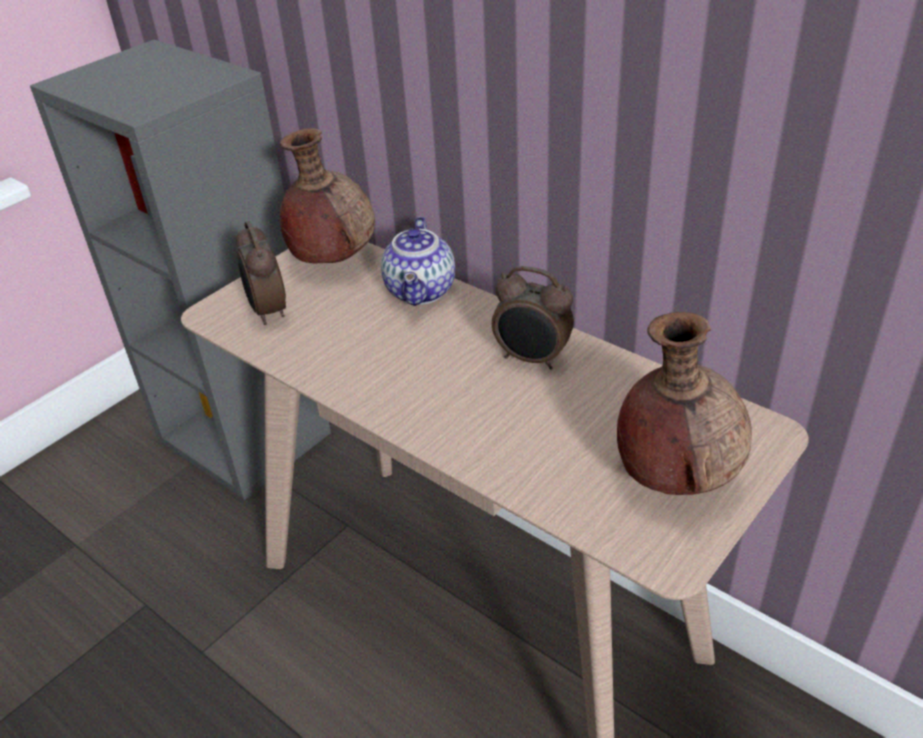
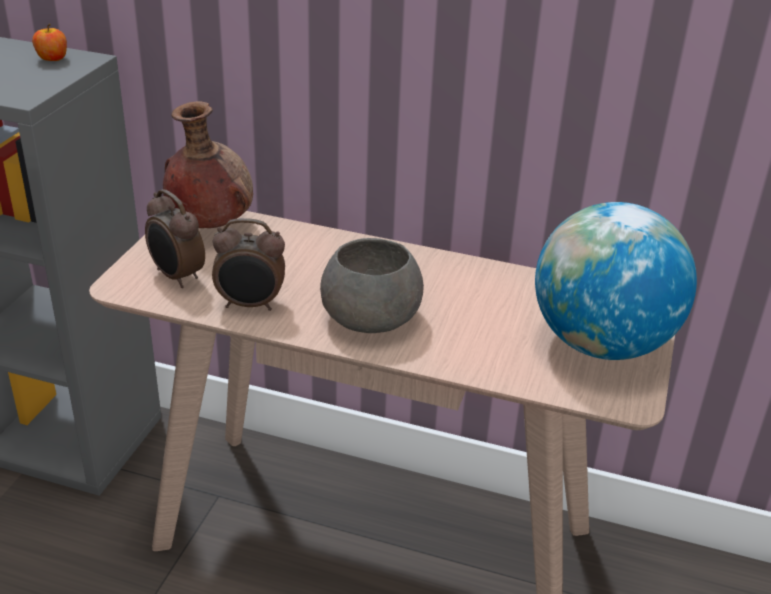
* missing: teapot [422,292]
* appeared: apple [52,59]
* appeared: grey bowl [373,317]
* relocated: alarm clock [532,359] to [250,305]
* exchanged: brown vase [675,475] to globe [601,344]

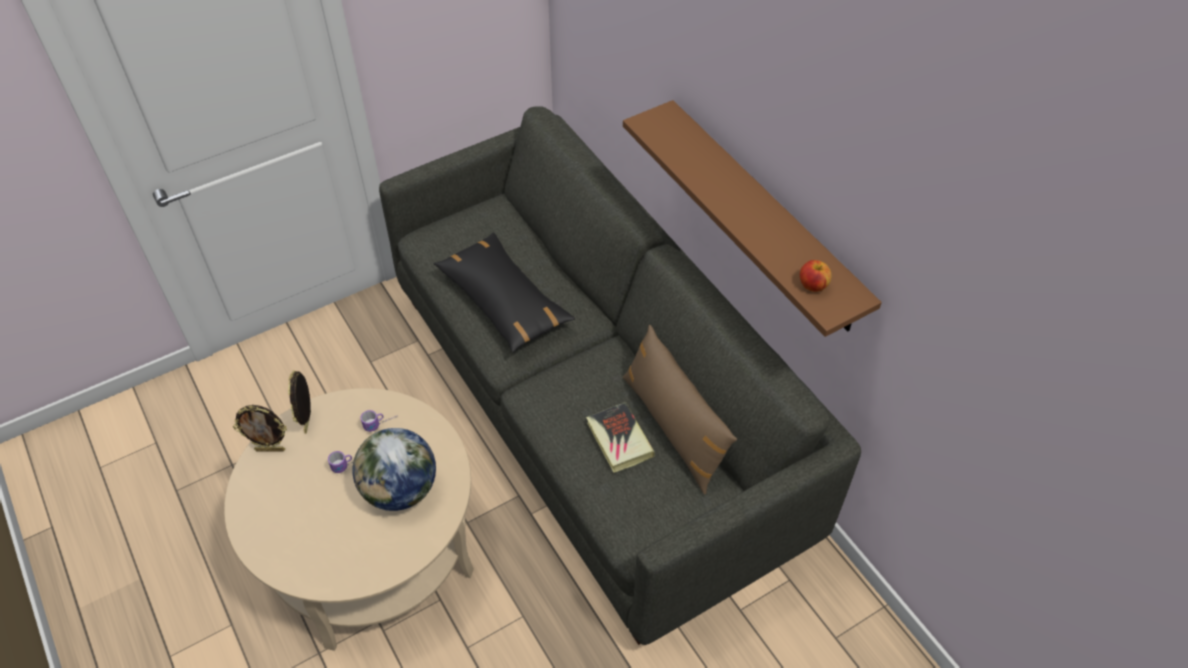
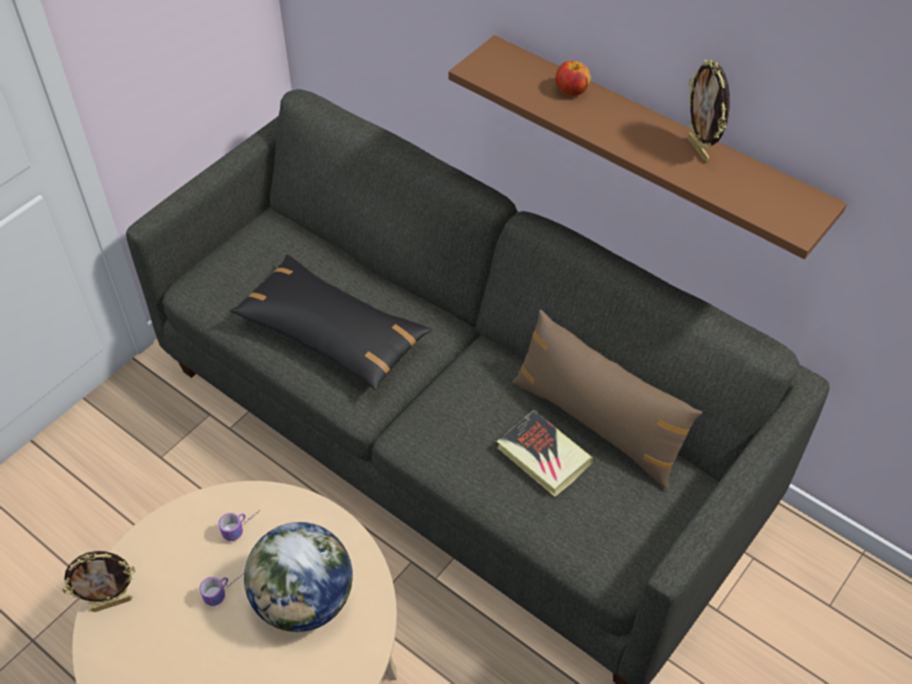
* relocated: picture frame [309,422] to [699,150]
* relocated: apple [812,285] to [571,91]

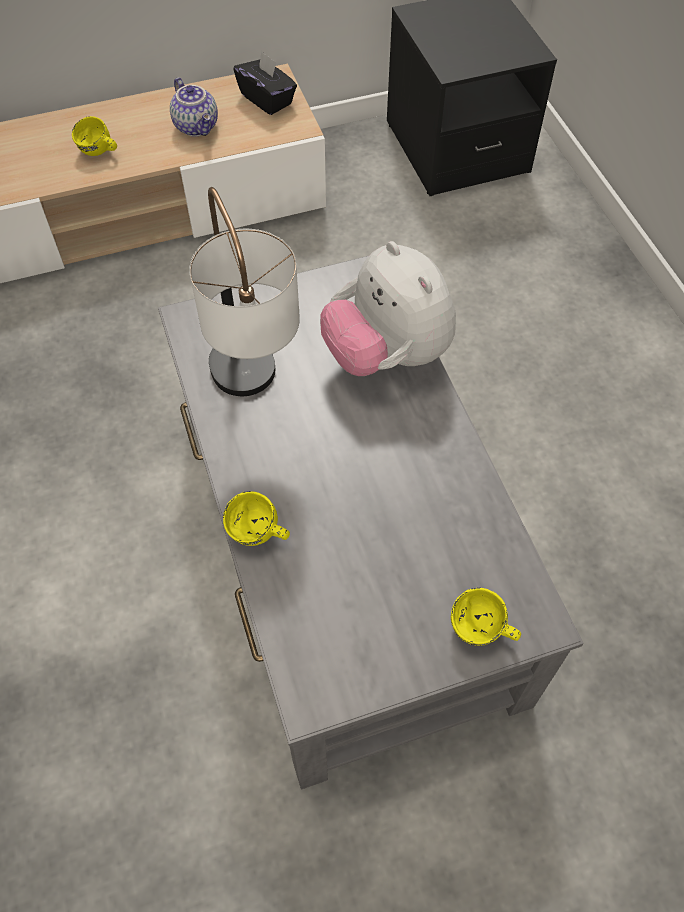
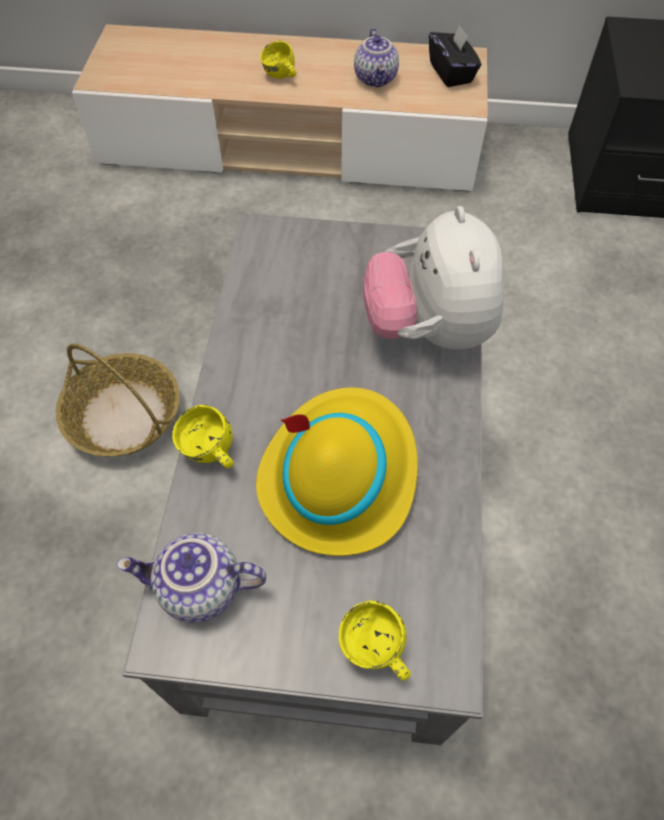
* missing: table lamp [253,395]
* appeared: basket [125,415]
* appeared: teapot [199,589]
* appeared: yellow hat [339,475]

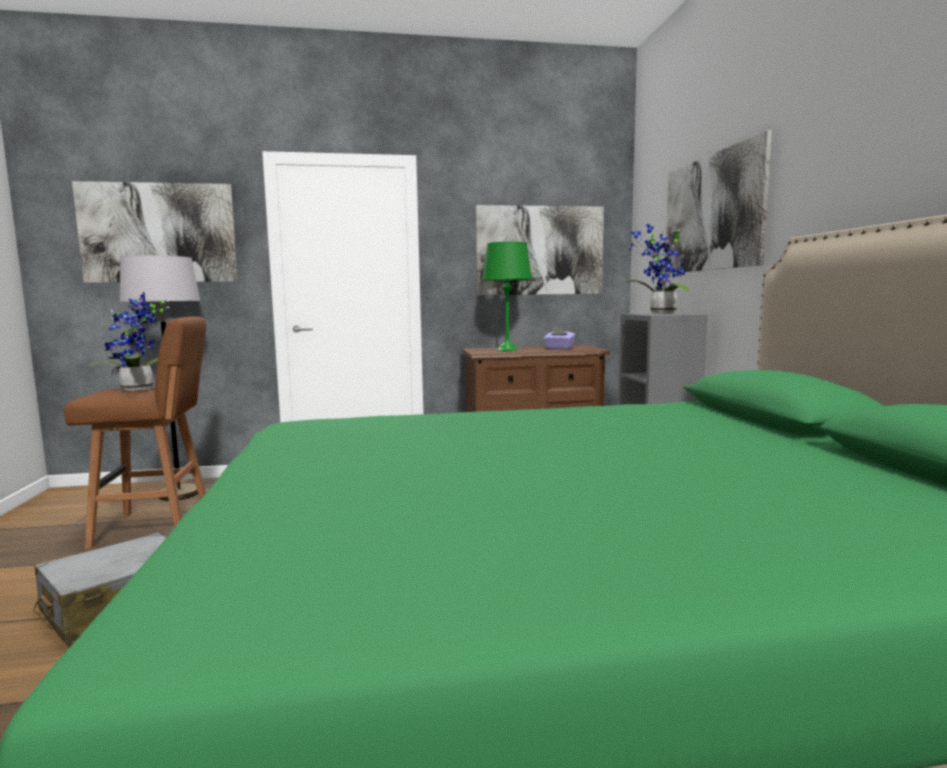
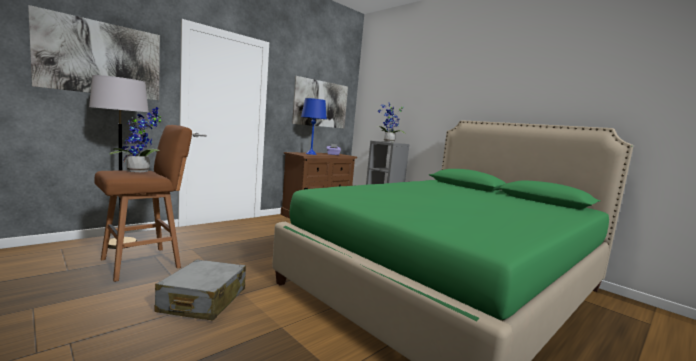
* missing: picture [711,213]
* colour: green table lamp [506,349] to blue table lamp [311,154]

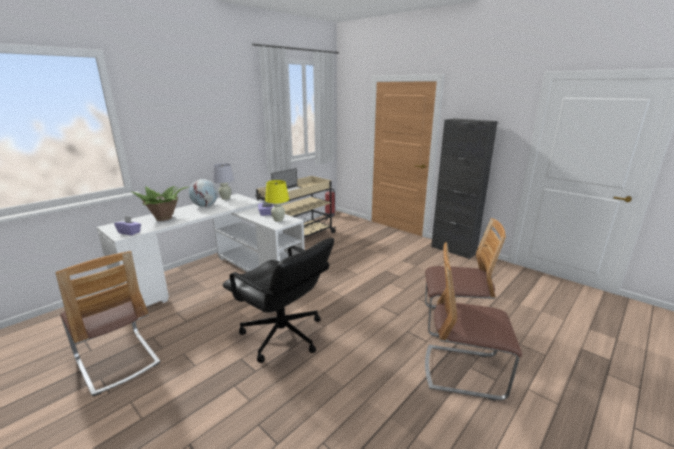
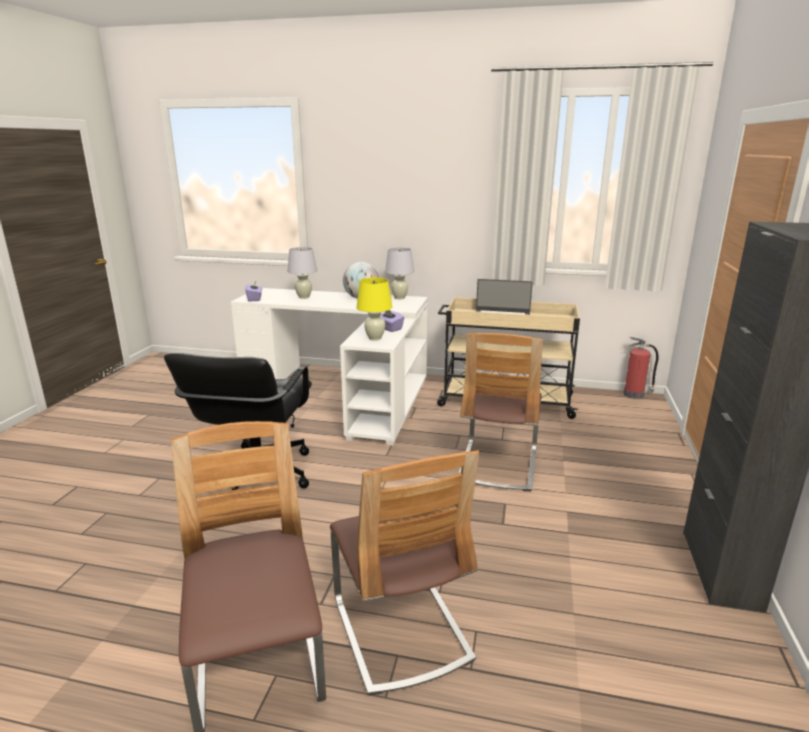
* relocated: chair [117,361] to [498,465]
* exchanged: potted plant [164,218] to white table lamp [304,297]

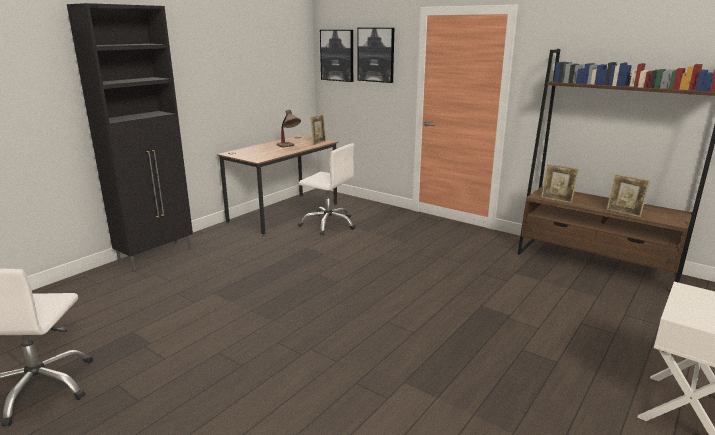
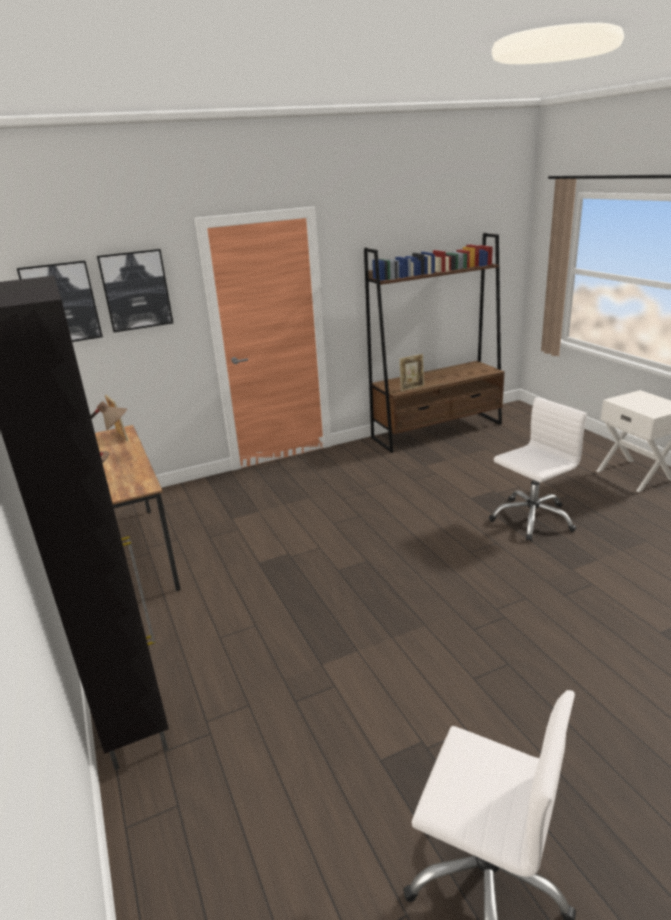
* missing: picture frame [624,213]
* relocated: white office chair [328,224] to [532,518]

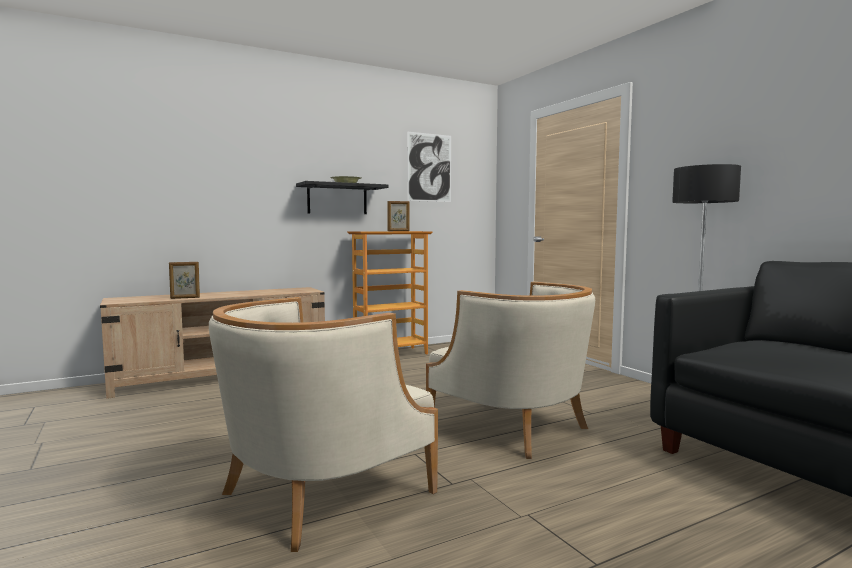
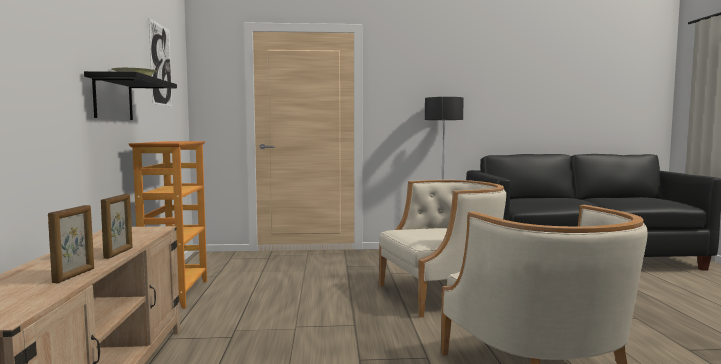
* relocated: picture frame [398,231] to [119,253]

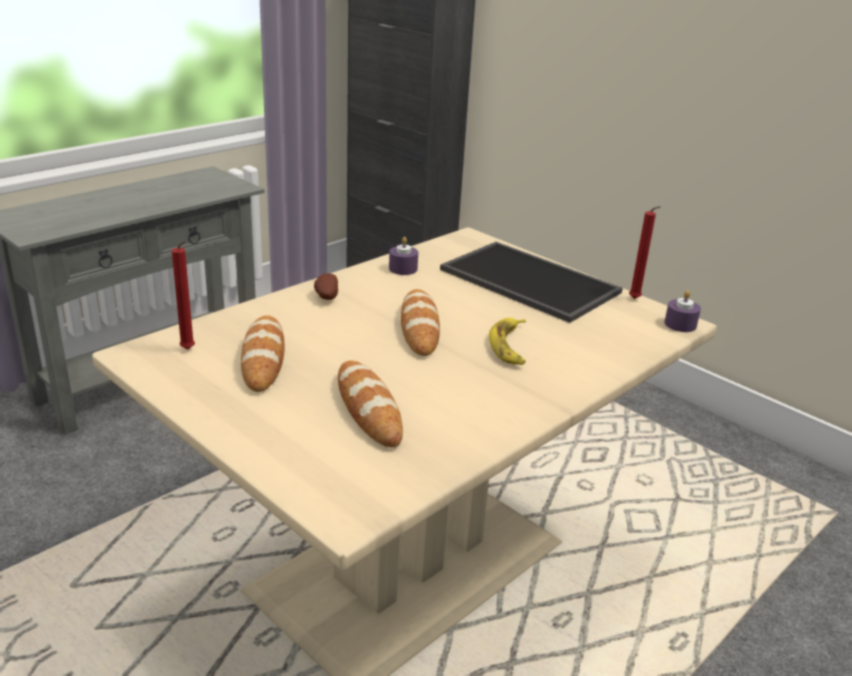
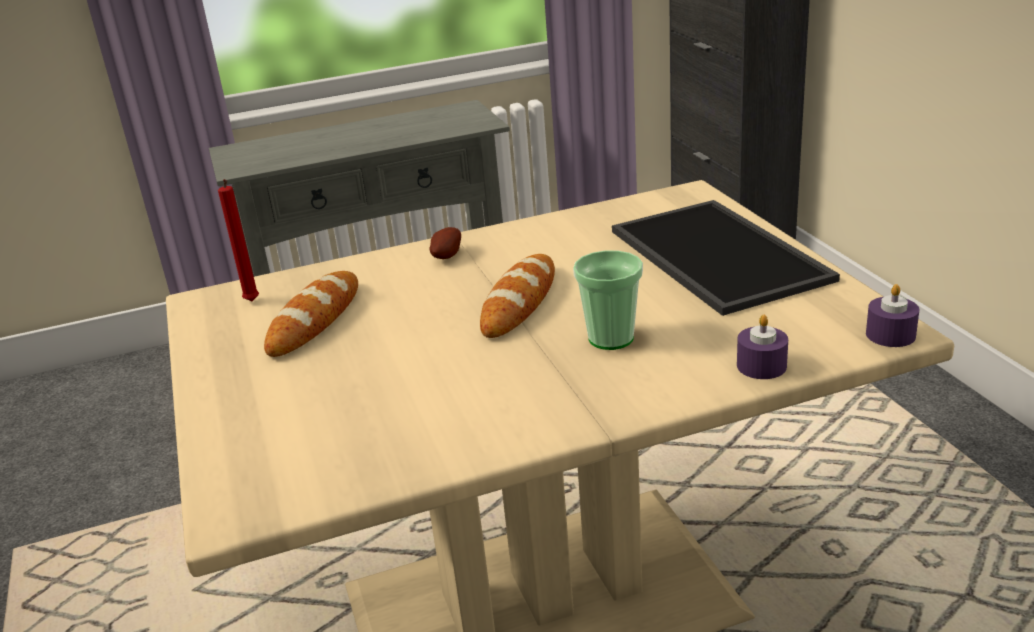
* missing: bread [368,408]
* missing: red candle [635,299]
* relocated: purple candle [403,269] to [761,366]
* exchanged: banana [510,346] to cup [611,338]

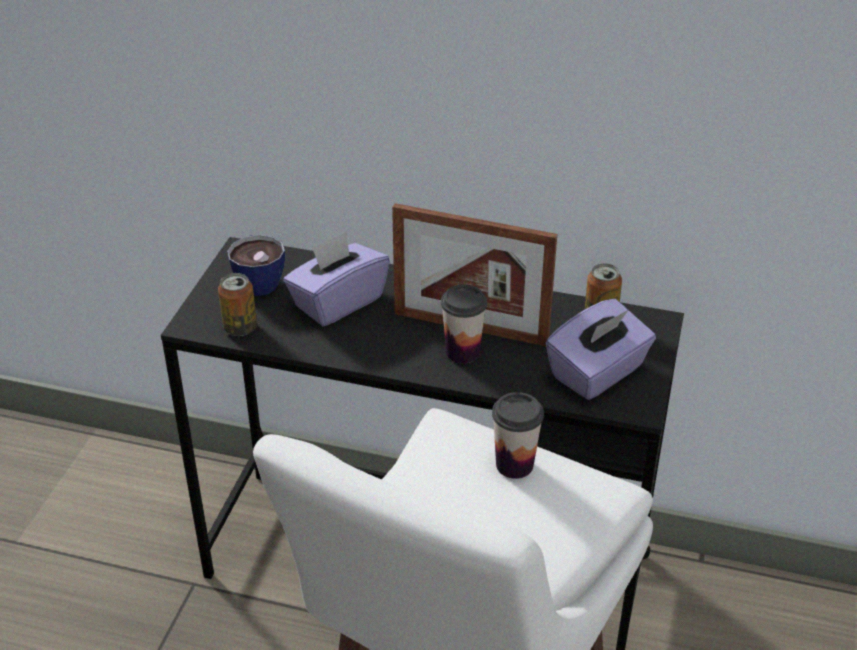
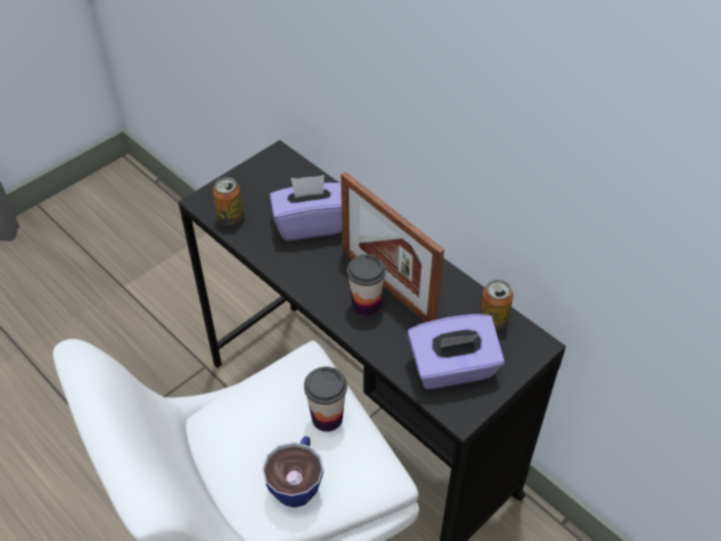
* relocated: cup [258,280] to [298,481]

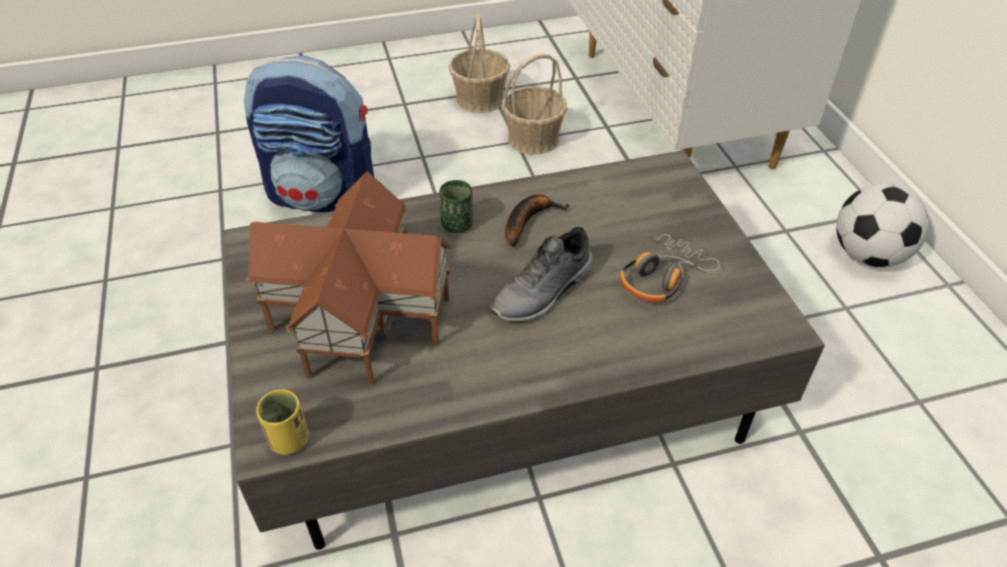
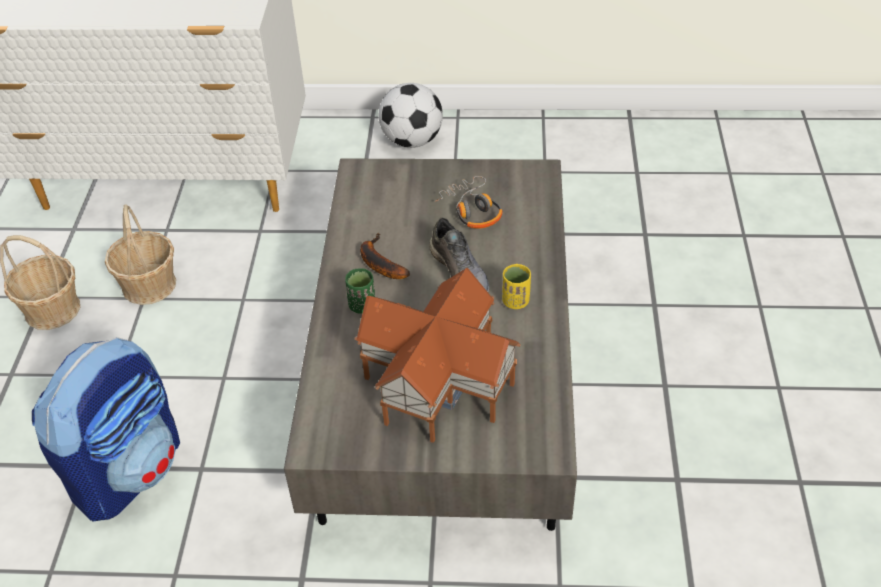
* relocated: yellow cup [289,440] to [515,301]

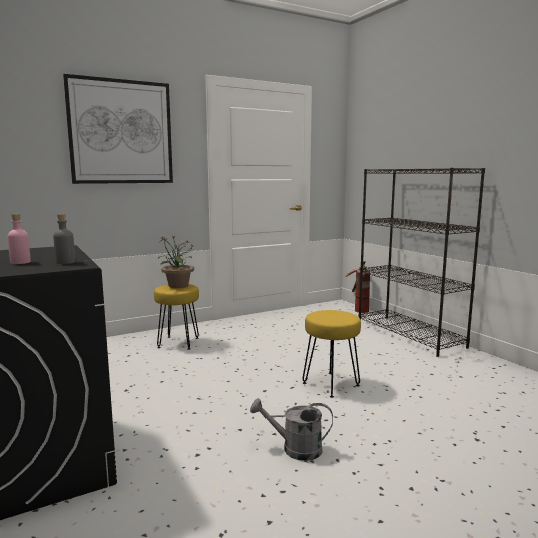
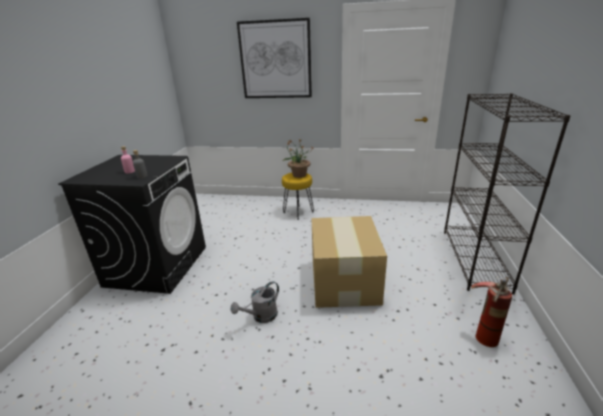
* relocated: fire extinguisher [358,309] to [485,332]
* exchanged: yellow stool [331,384] to cardboard box [344,280]
* spun: grey watering can [295,449] = [261,317] 90 degrees counterclockwise

